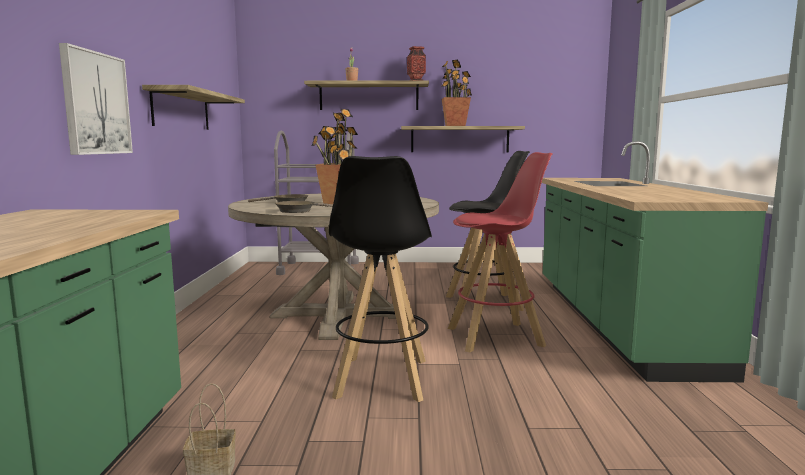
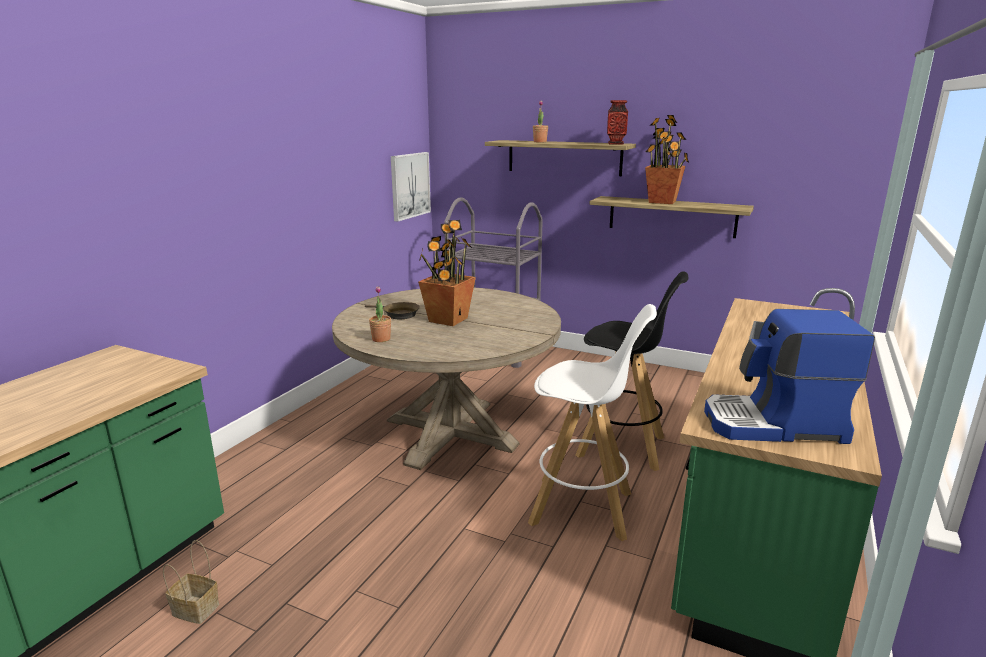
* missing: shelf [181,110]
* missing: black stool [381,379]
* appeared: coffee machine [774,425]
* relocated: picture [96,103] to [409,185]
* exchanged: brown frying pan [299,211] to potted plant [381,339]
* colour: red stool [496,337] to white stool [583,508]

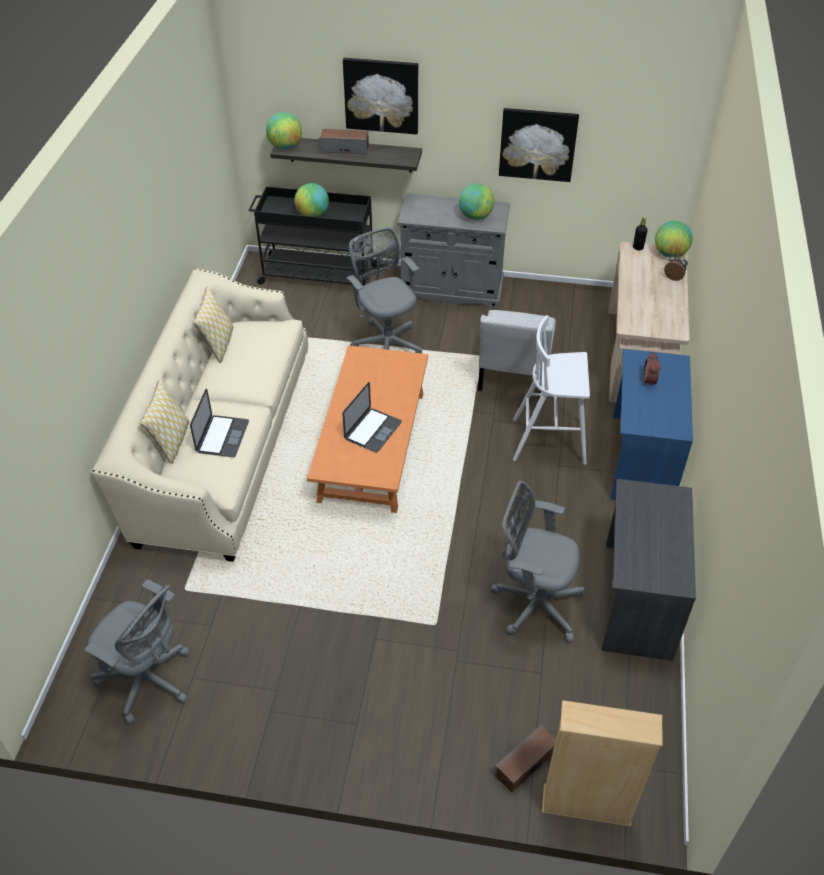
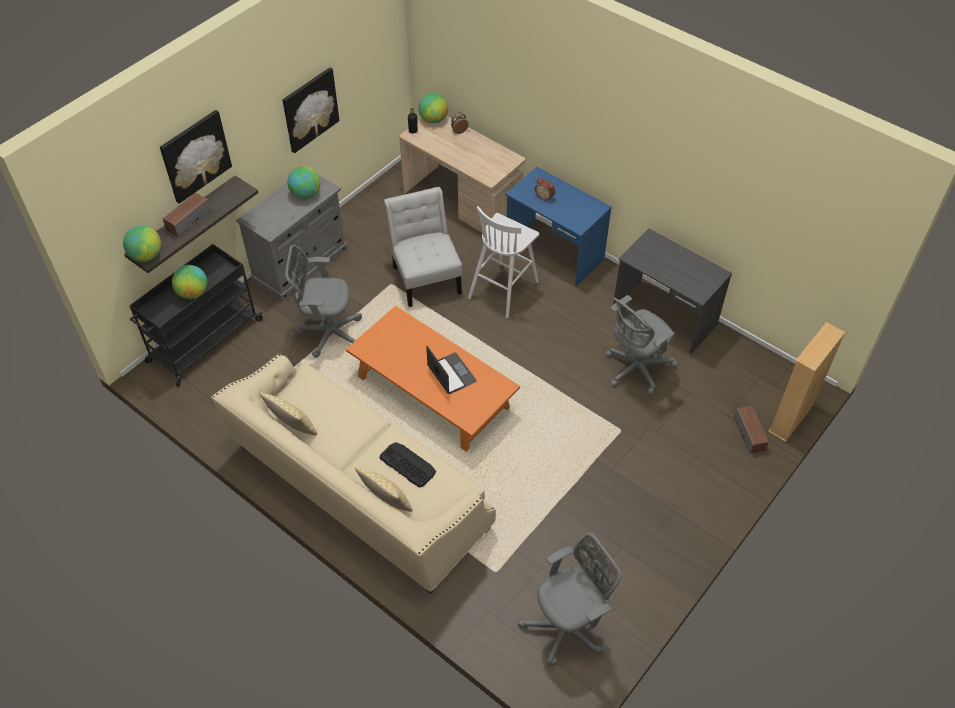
* exchanged: laptop [222,436] to keyboard [407,464]
* spun: white chair [513,376] = [425,277] 150 degrees counterclockwise

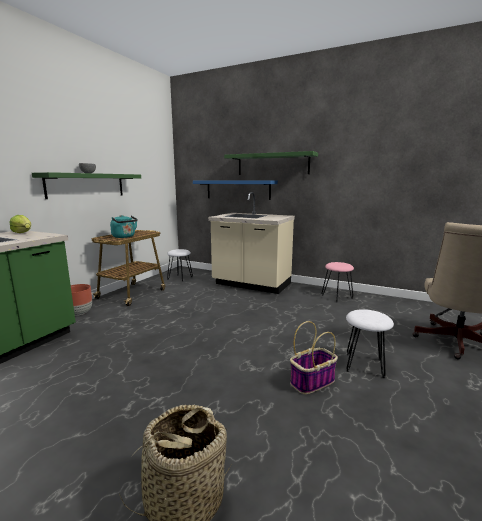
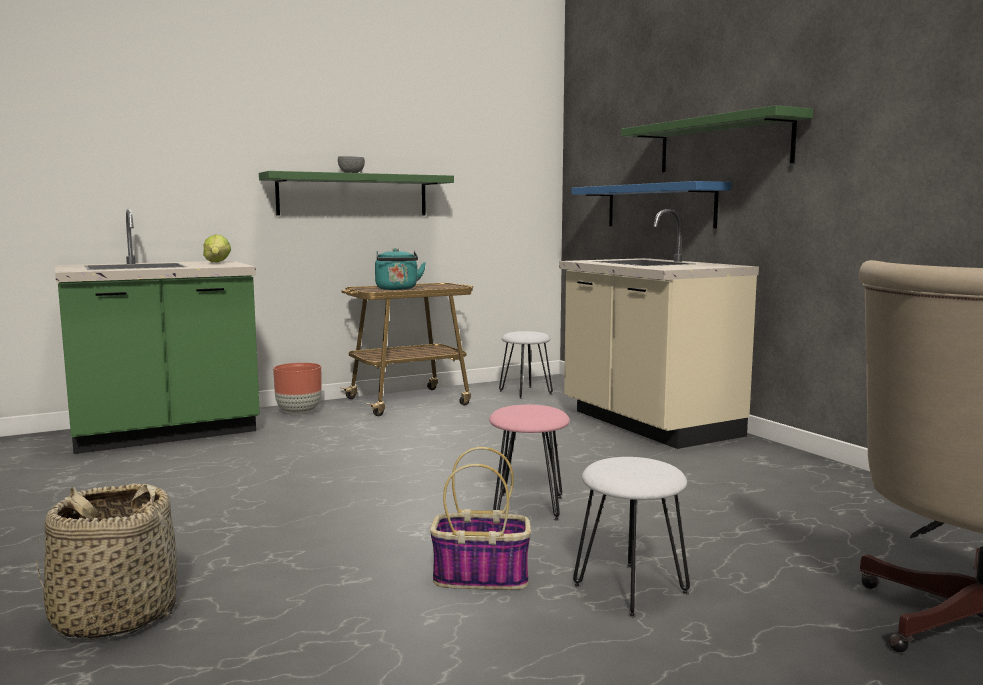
* relocated: pink stool [336,296] to [528,506]

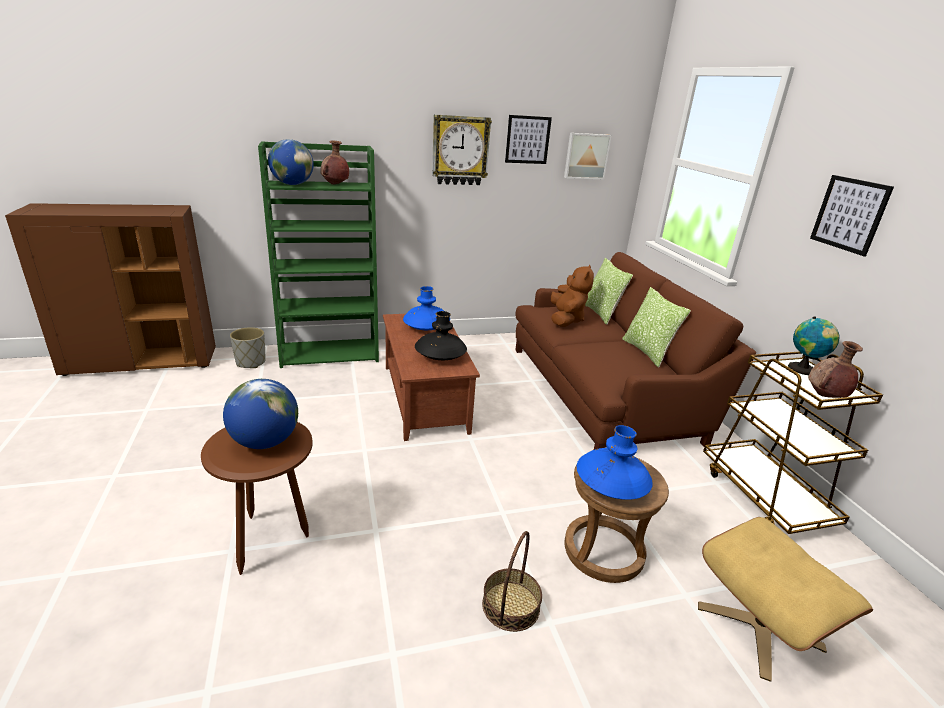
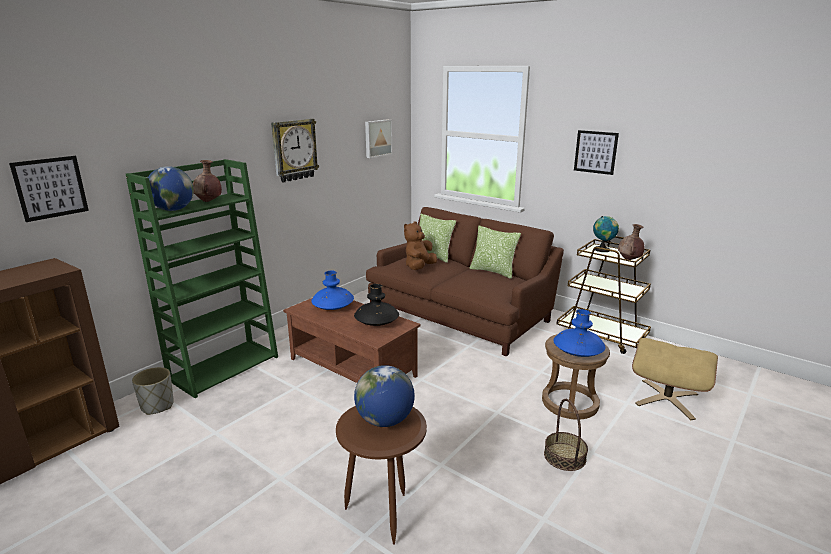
* relocated: picture [527,140] to [50,188]
* spun: brown plush toy [566,319] = [419,267] 120 degrees counterclockwise

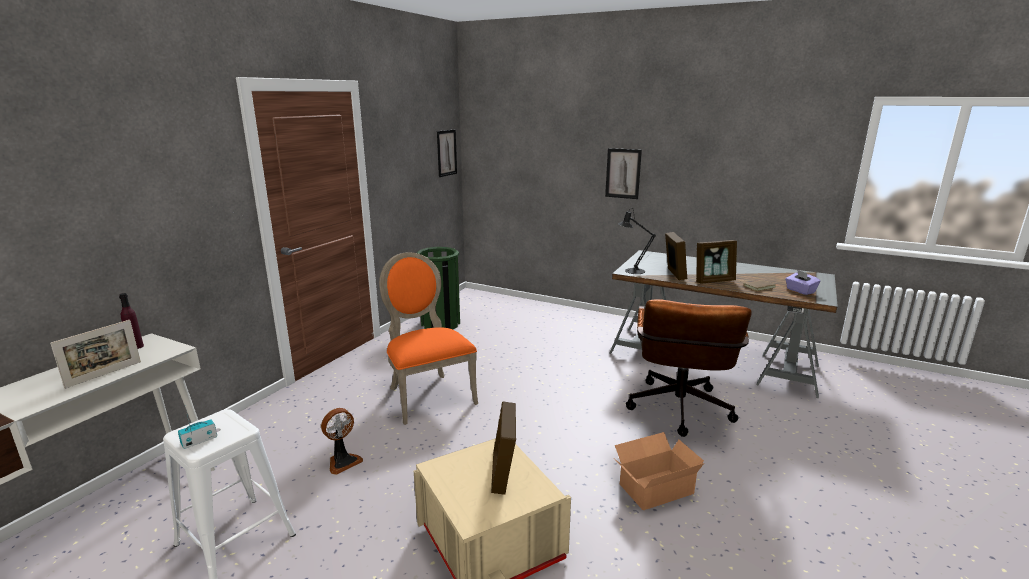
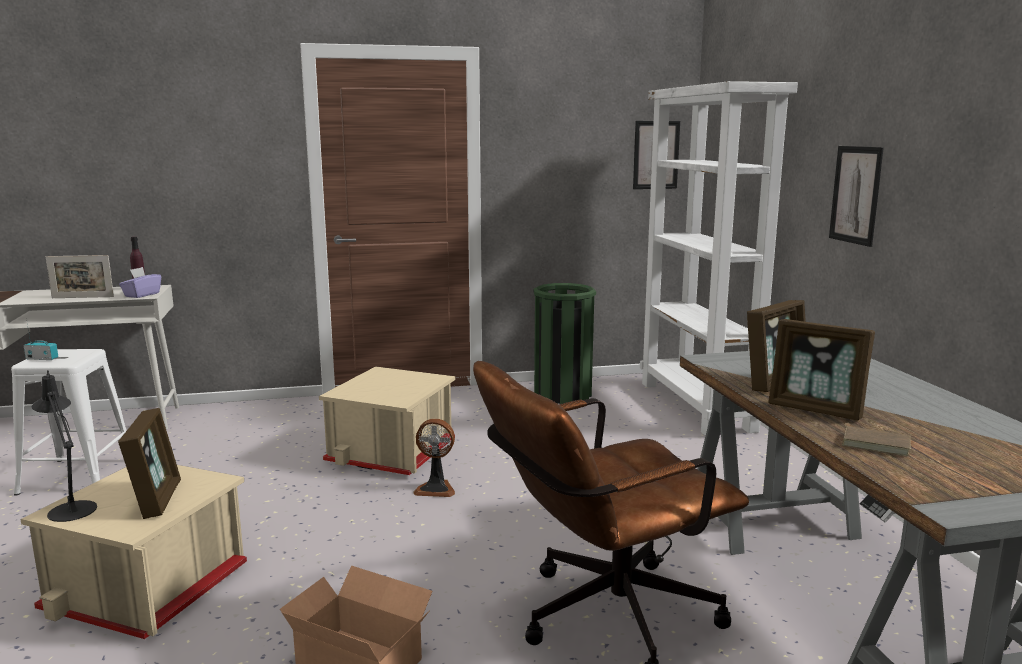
* appeared: white bookcase [697,406]
* relocated: fan [343,462] to [436,489]
* relocated: black table lamp [632,271] to [71,508]
* relocated: purple tissue box [800,291] to [142,295]
* exchanged: orange chair [428,395] to beige storage box [393,451]
* spun: picture frame [503,473] = [156,499] 120 degrees clockwise

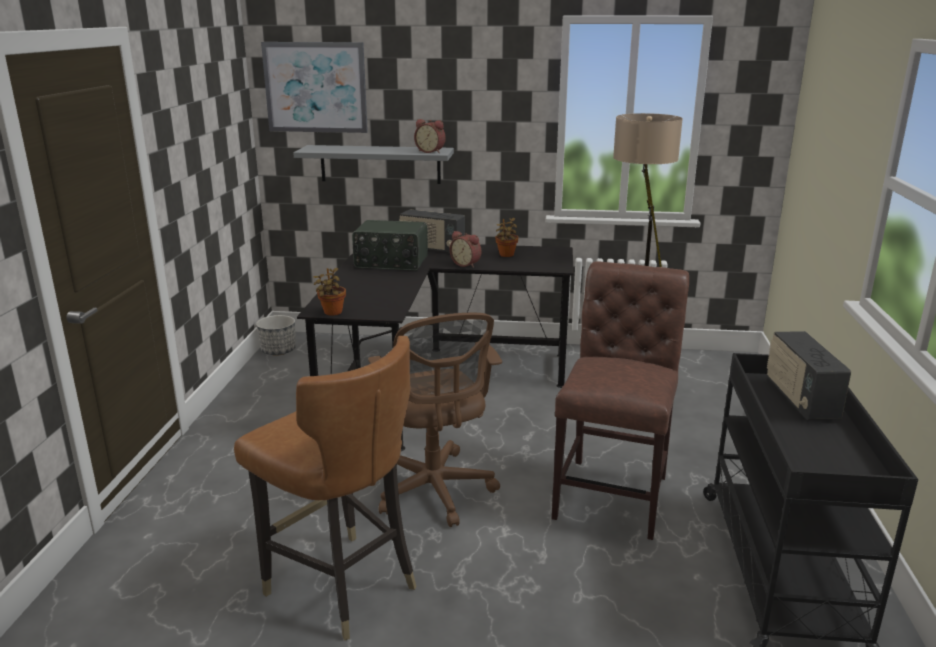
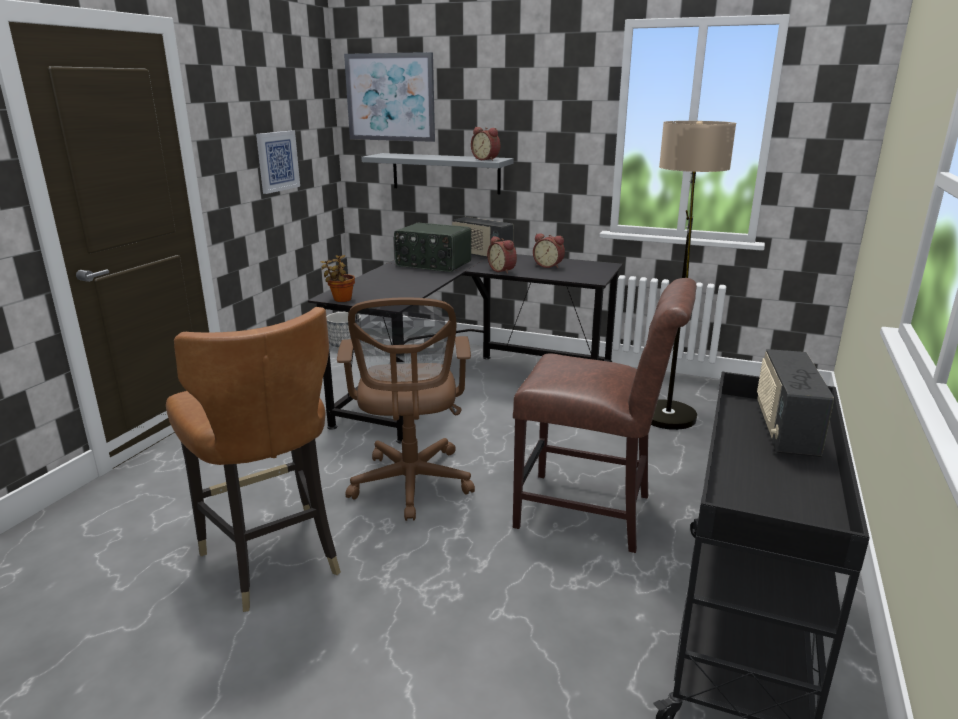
* appeared: picture [277,161]
* exchanged: potted plant [506,255] to alarm clock [549,266]
* spun: brown chair [614,492] = [592,513] 75 degrees clockwise

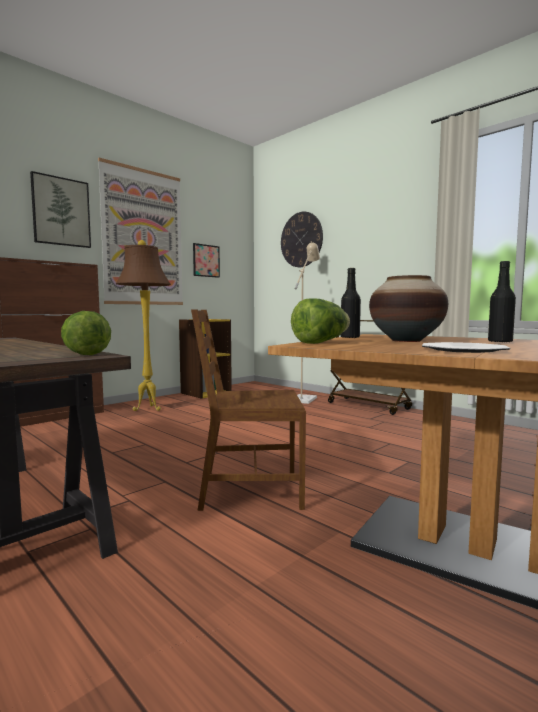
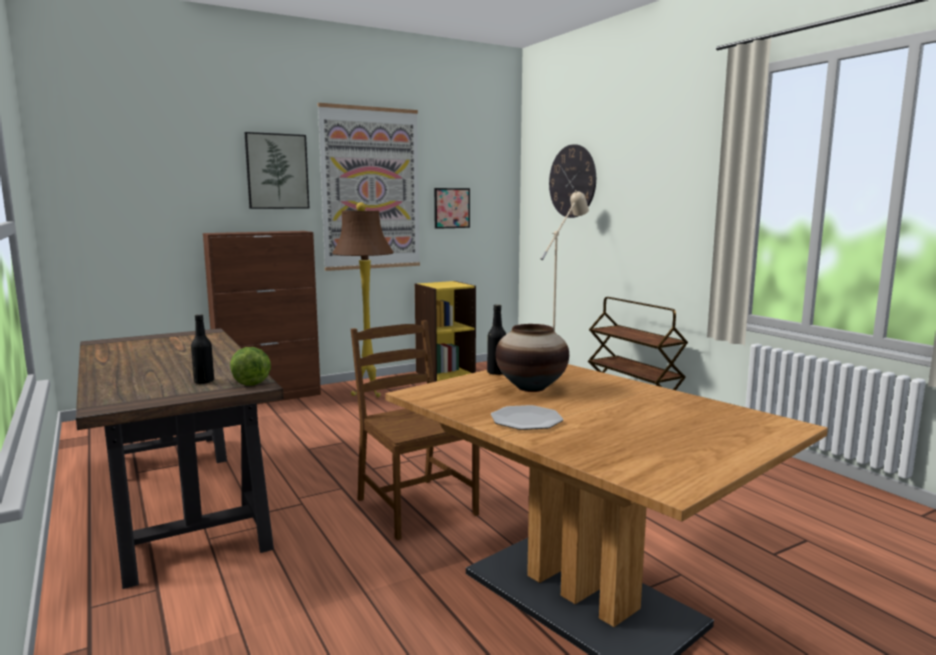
* missing: lettuce [321,342]
* relocated: black bottle [500,342] to [204,382]
* spun: brown chair [249,490] = [414,506] 45 degrees clockwise

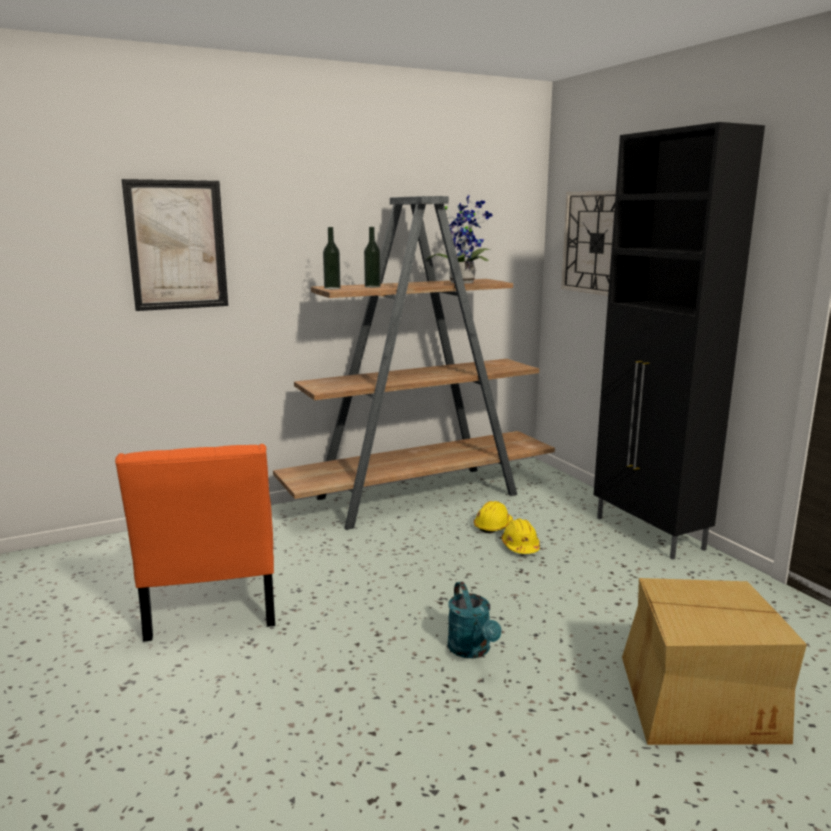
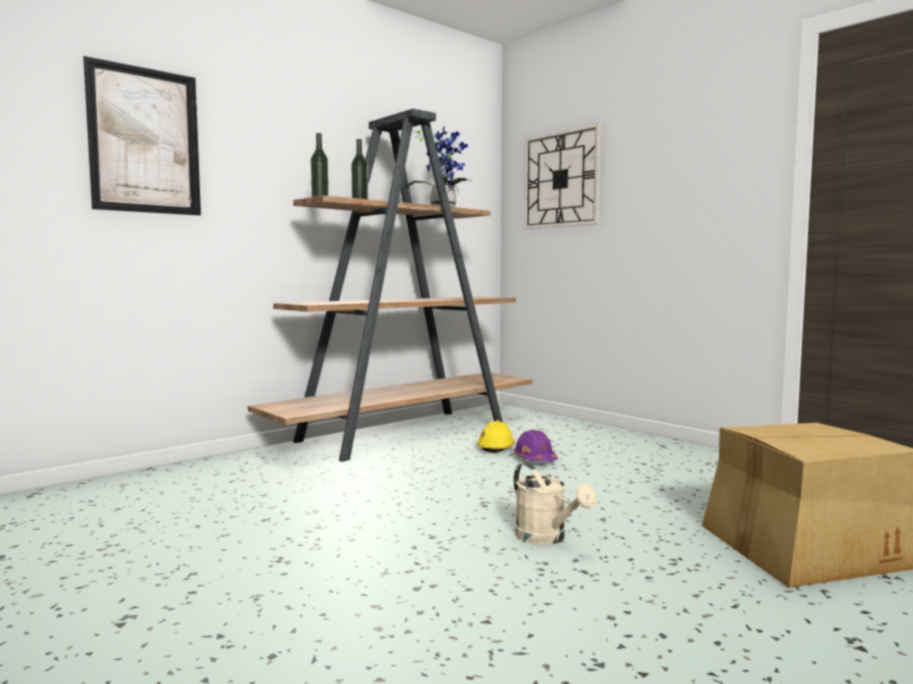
* missing: orange chair [212,606]
* missing: black cabinet [649,534]
* colour: turquoise watering can [472,650] to beige watering can [547,538]
* colour: yellow hard hat [520,546] to purple hard hat [535,459]

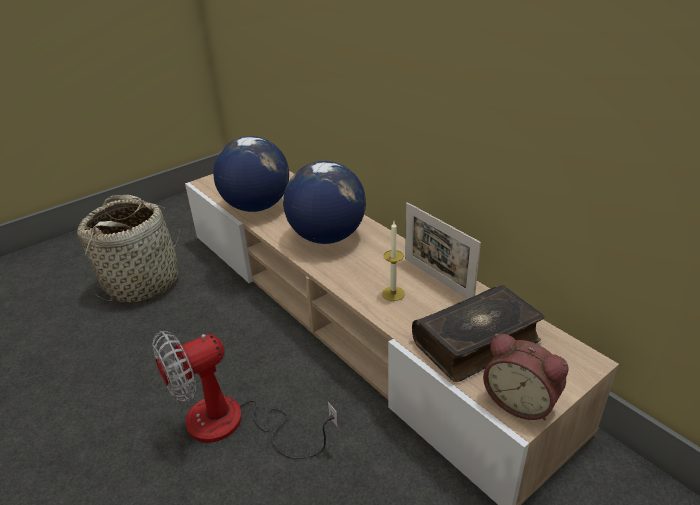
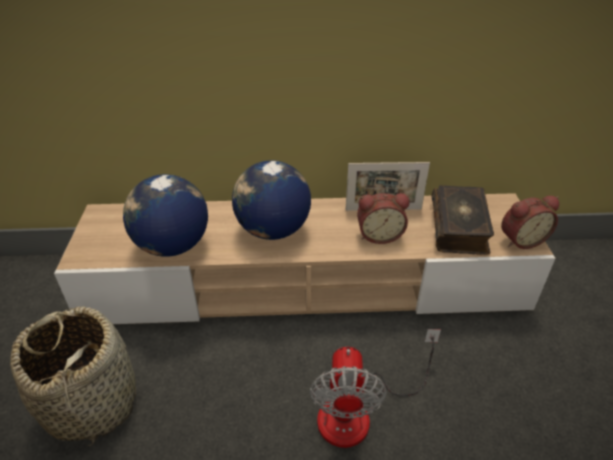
* exchanged: candle [393,293] to alarm clock [379,234]

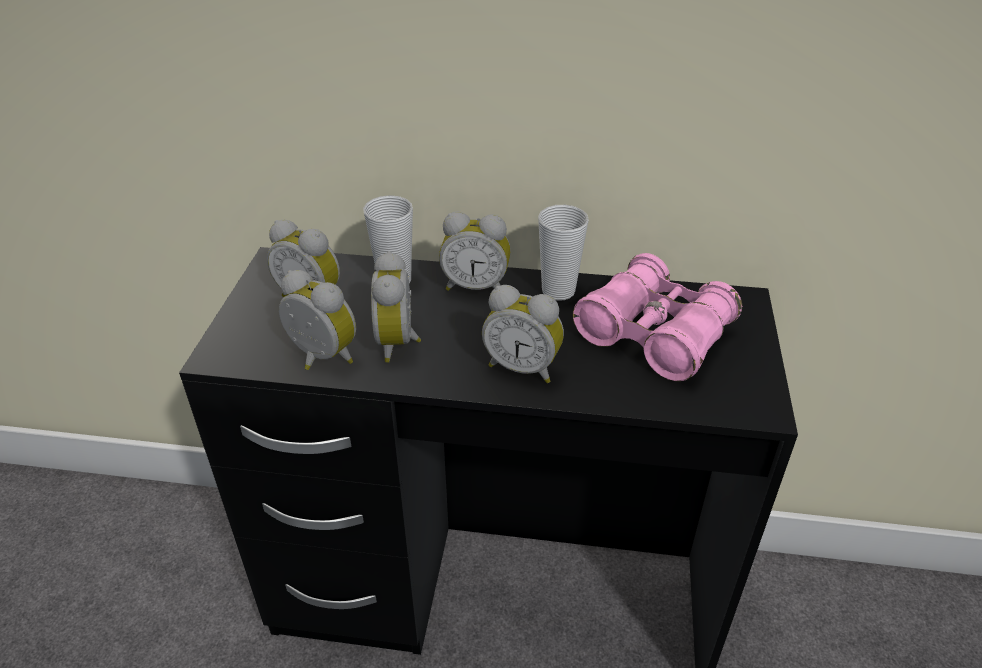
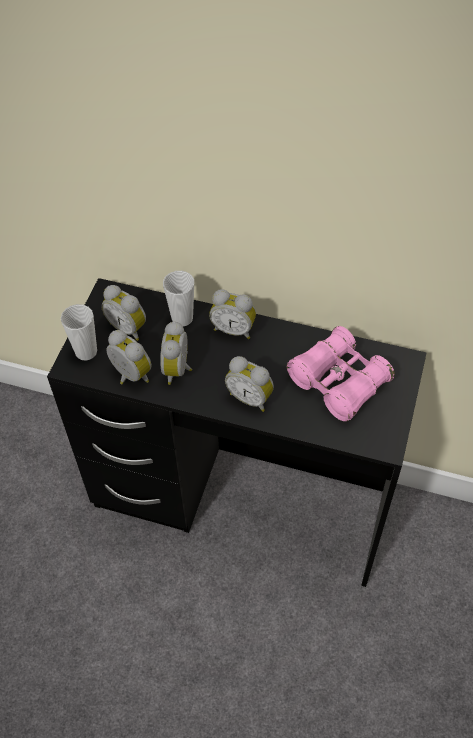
* relocated: cup [558,291] to [86,352]

